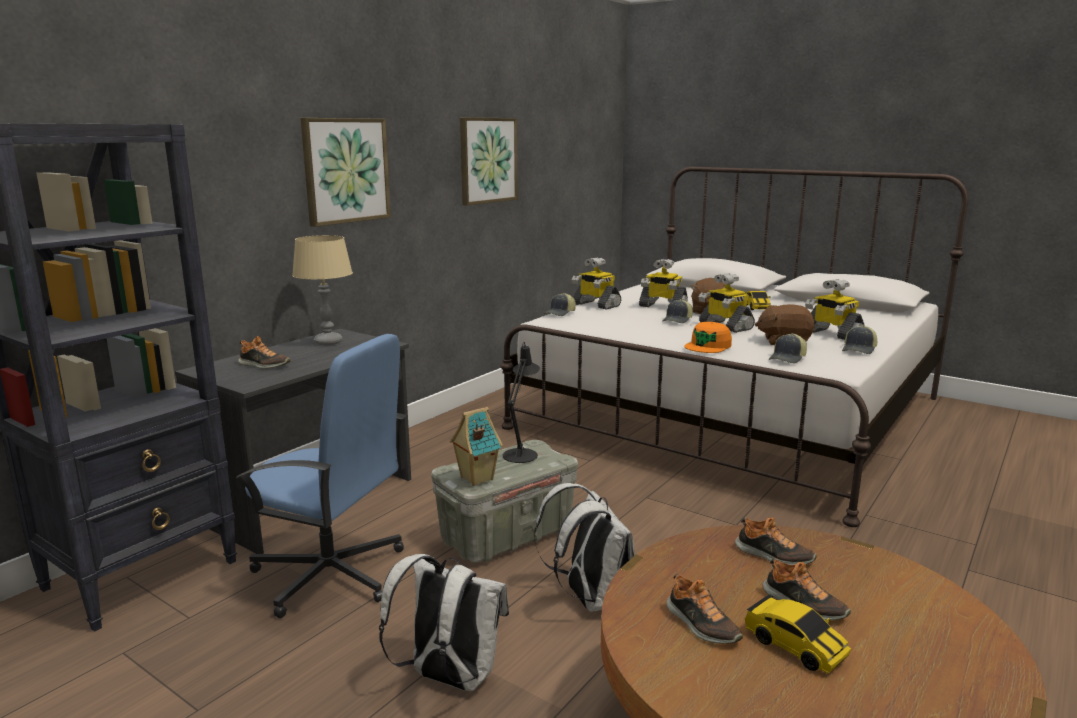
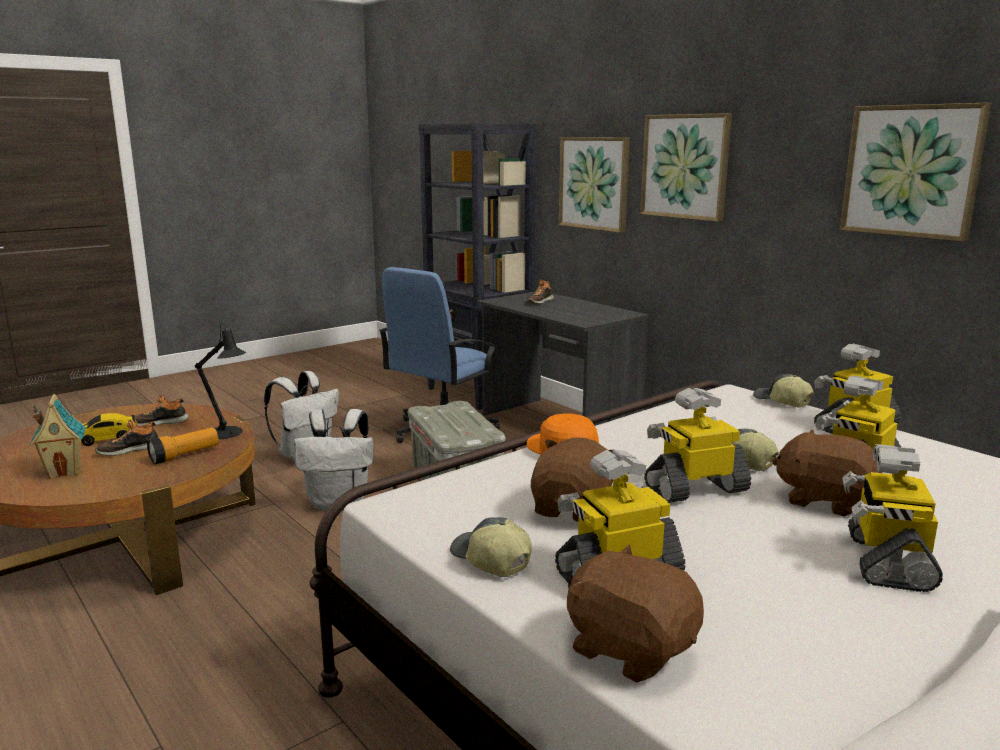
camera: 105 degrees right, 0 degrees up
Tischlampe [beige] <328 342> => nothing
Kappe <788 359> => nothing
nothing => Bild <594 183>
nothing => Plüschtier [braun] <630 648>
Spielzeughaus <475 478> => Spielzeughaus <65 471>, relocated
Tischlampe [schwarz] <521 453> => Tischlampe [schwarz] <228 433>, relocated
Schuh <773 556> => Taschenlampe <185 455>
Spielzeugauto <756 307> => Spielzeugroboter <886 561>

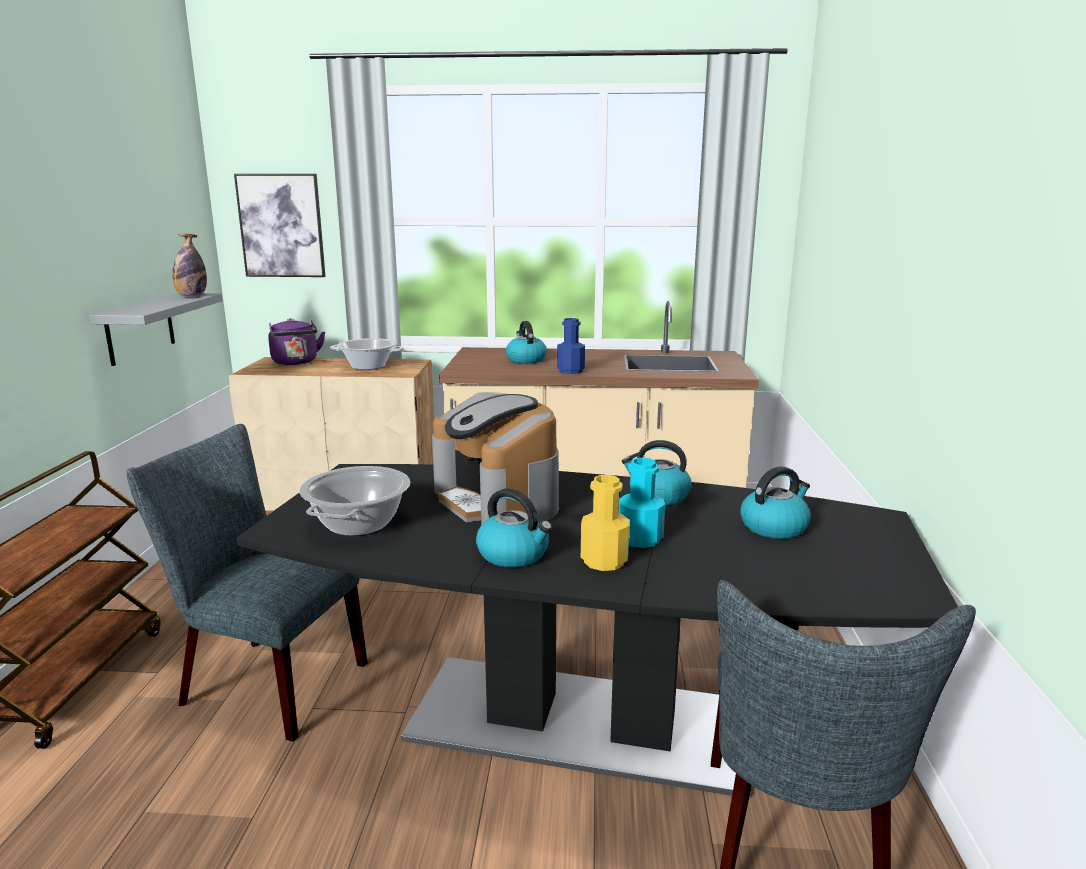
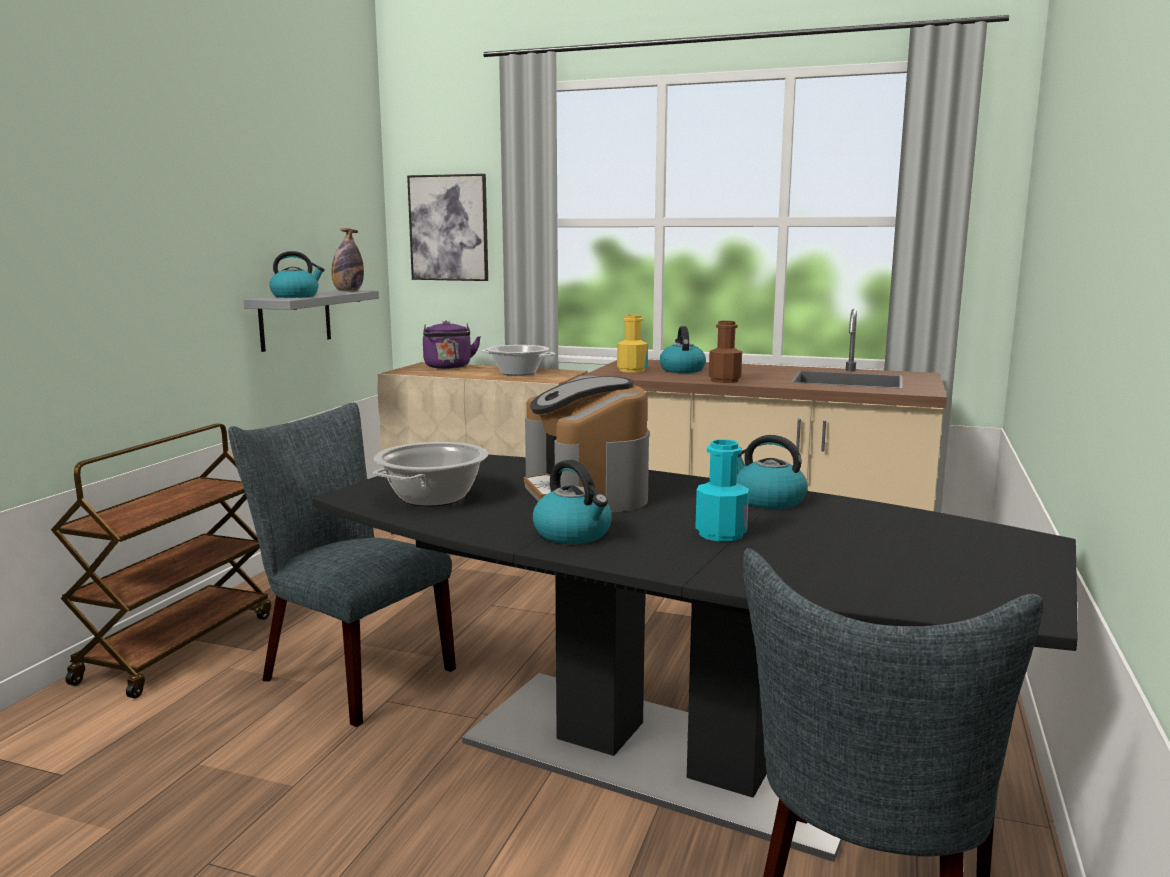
camera: 15 degrees right, 5 degrees down
Flasche [gelb] <604 561> => Flasche [gelb] <632 370>, relocated
Wasserkessel <774 527> => Wasserkessel <296 296>, relocated
Flasche [blau] <570 371> => Flasche [braun] <724 380>

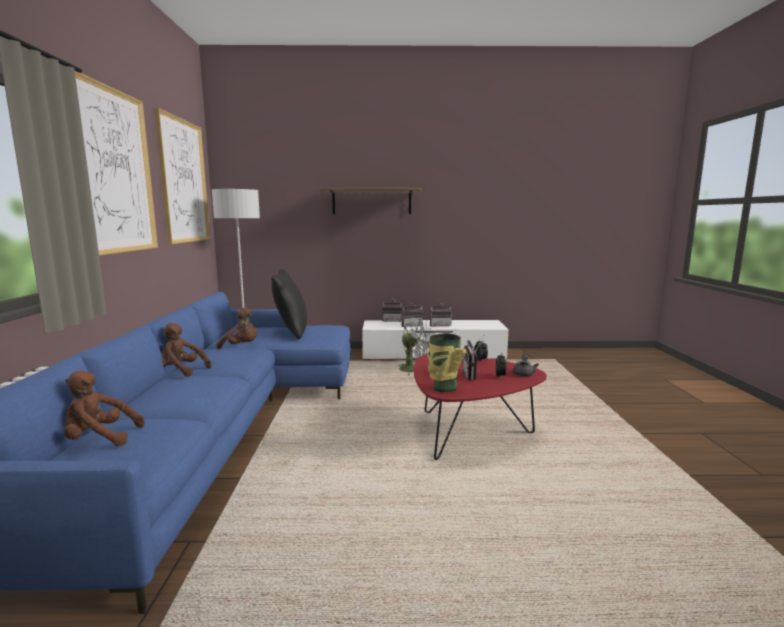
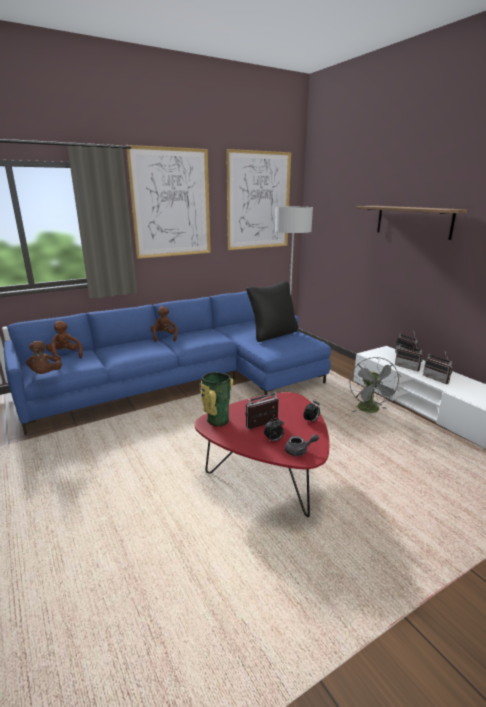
camera: 60 degrees right, 10 degrees up
Plüschtier [braun] <241 346> => Plüschtier [braun] <45 375>, relocated

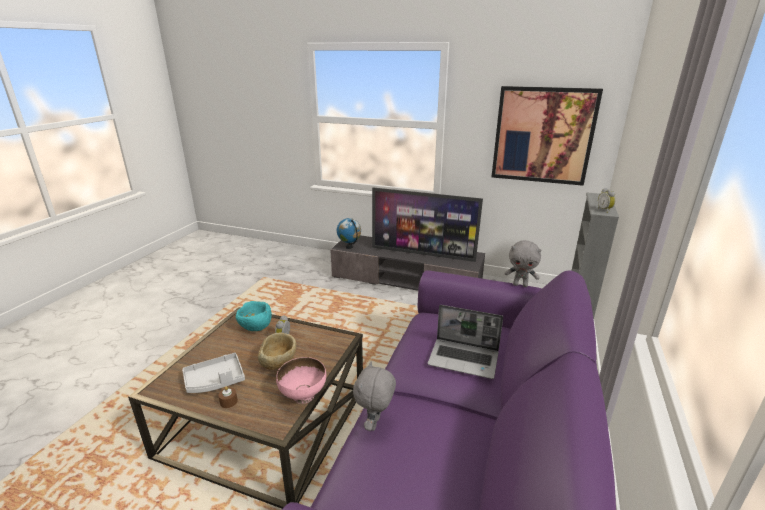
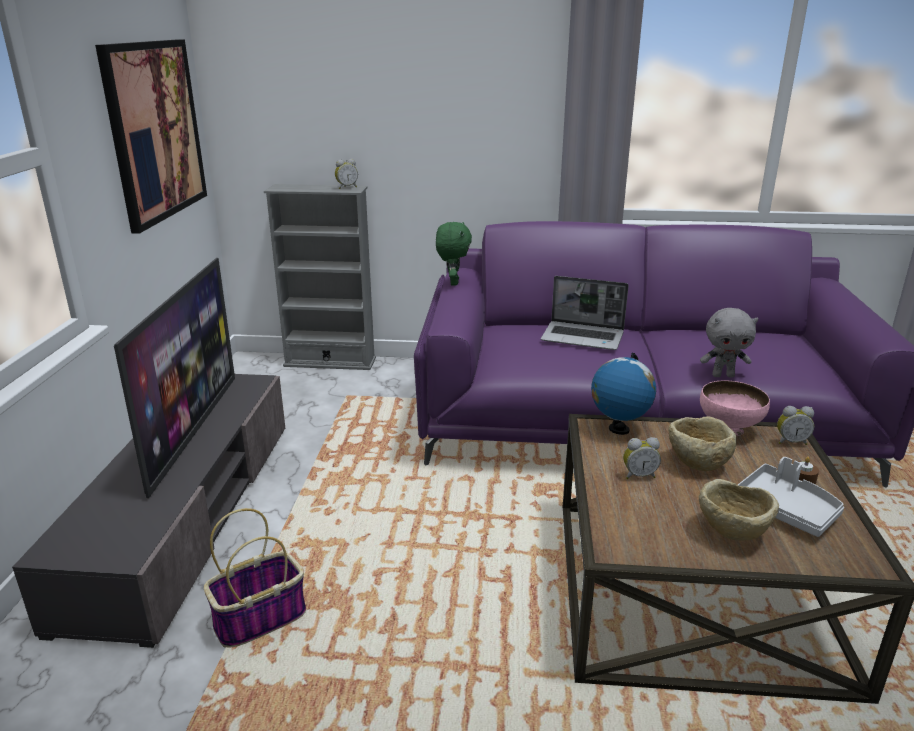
camera: 105 degrees left, 0 degrees up
Schüssel [türkis] <255 328> => nothing
nothing => Korb <261 618>
nothing => Schüssel [beige] <731 534>
nothing => Wecker <790 441>
Globus <349 247> => Globus <618 429>, relocated
Plüschtier [grau] <520 285> => Plüschtier [grün] <453 282>
Laptop <464 359> => Laptop <583 337>, 105 degrees clockwise

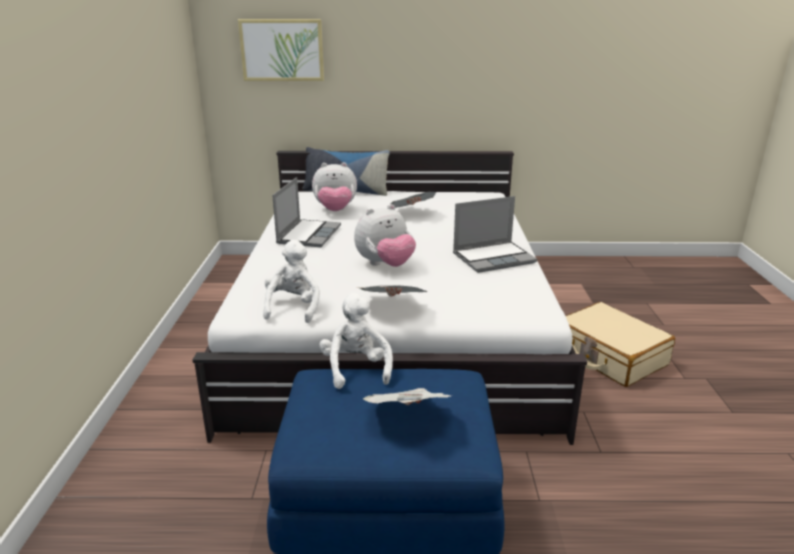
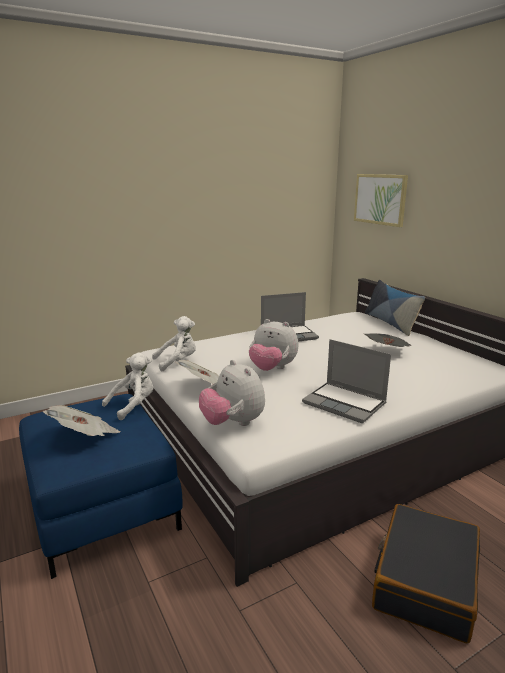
camera: 60 degrees right, 5 degrees down
Plüschtier <335 211> => Plüschtier <233 423>, relocated
Koffer [beige] <609 356> => Koffer [schwarz] <424 581>

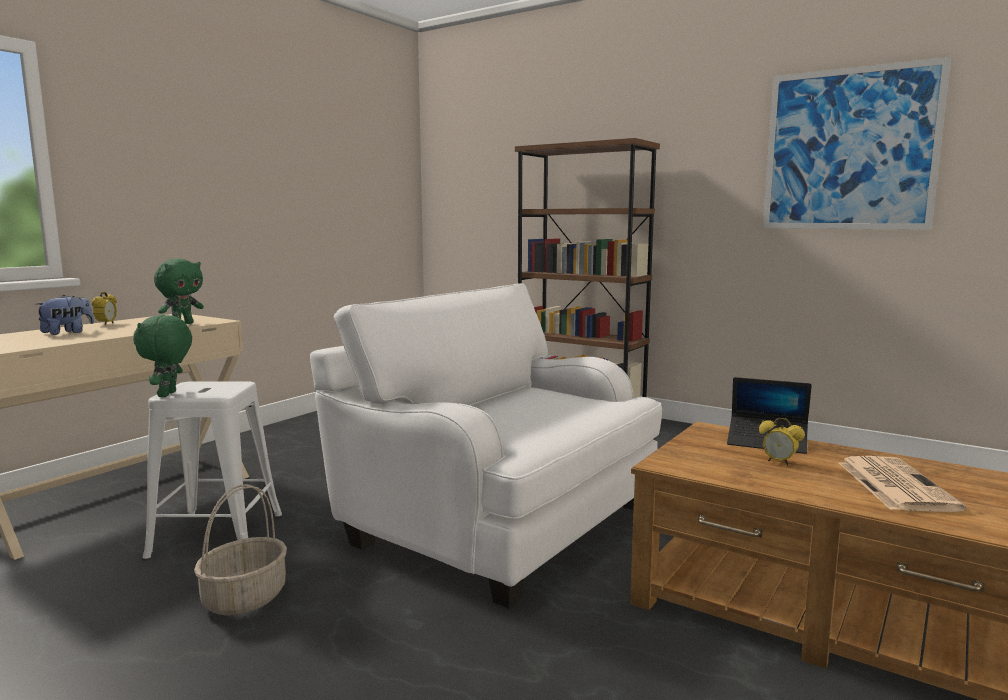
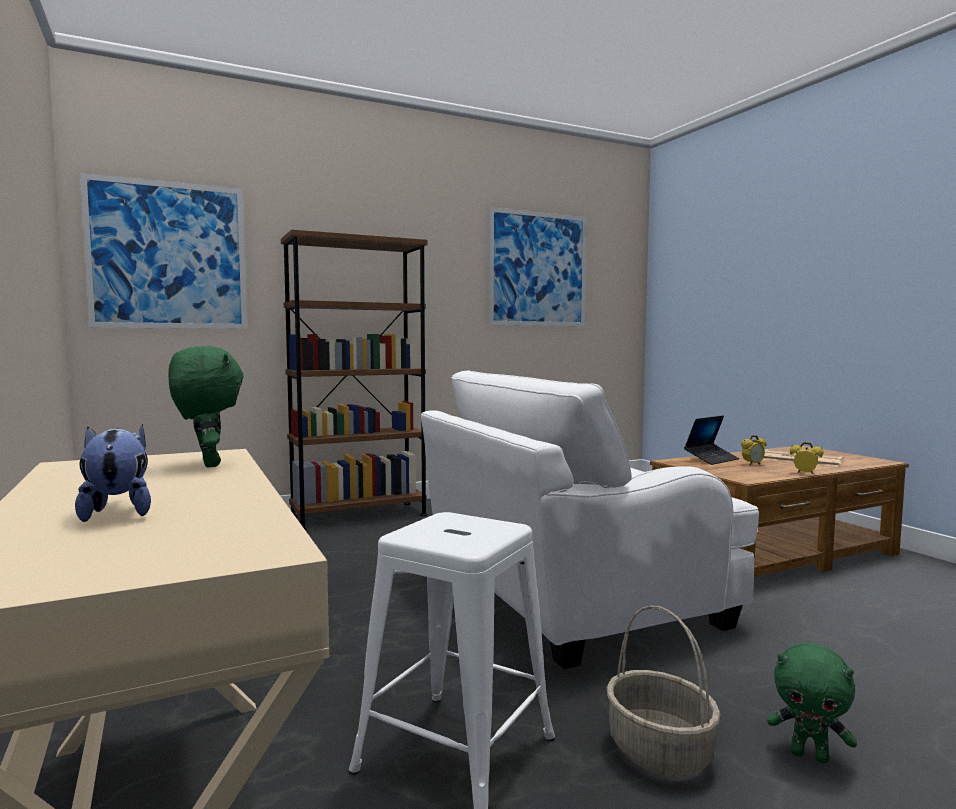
camera: 60 degrees left, 5 degrees down
nothing => Bild <168 255>
Wecker <106 324> => Wecker <805 473>, relocated
Plüschtier [grün] <168 394> => Plüschtier [grün] <810 755>, relocated

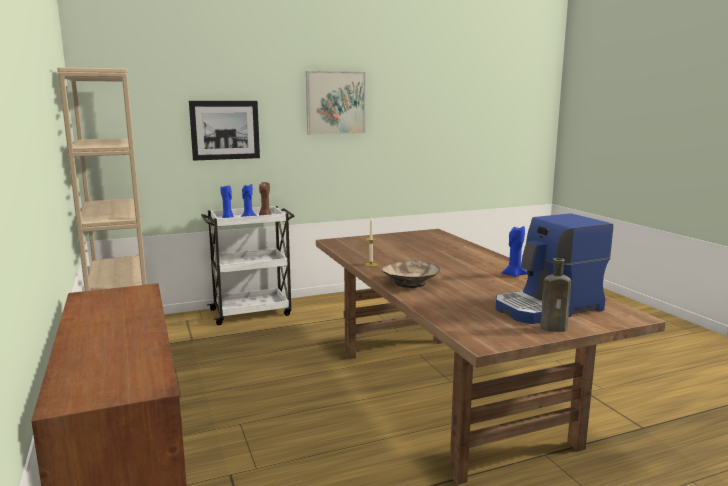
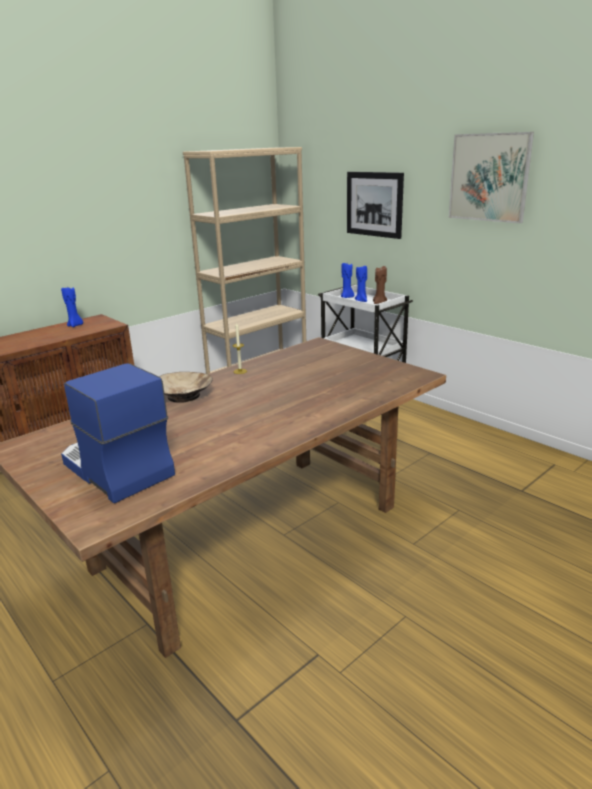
camera: 70 degrees right, 10 degrees up
Flasche [braun] <555 328> => nothing
Kerze [blau] <514 275> => Kerze [blau] <75 325>, relocated

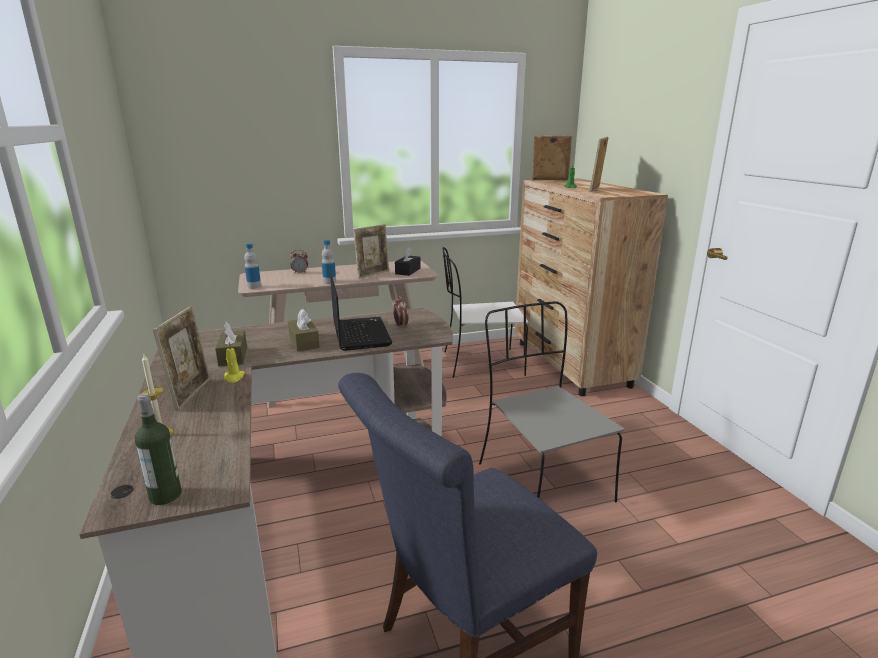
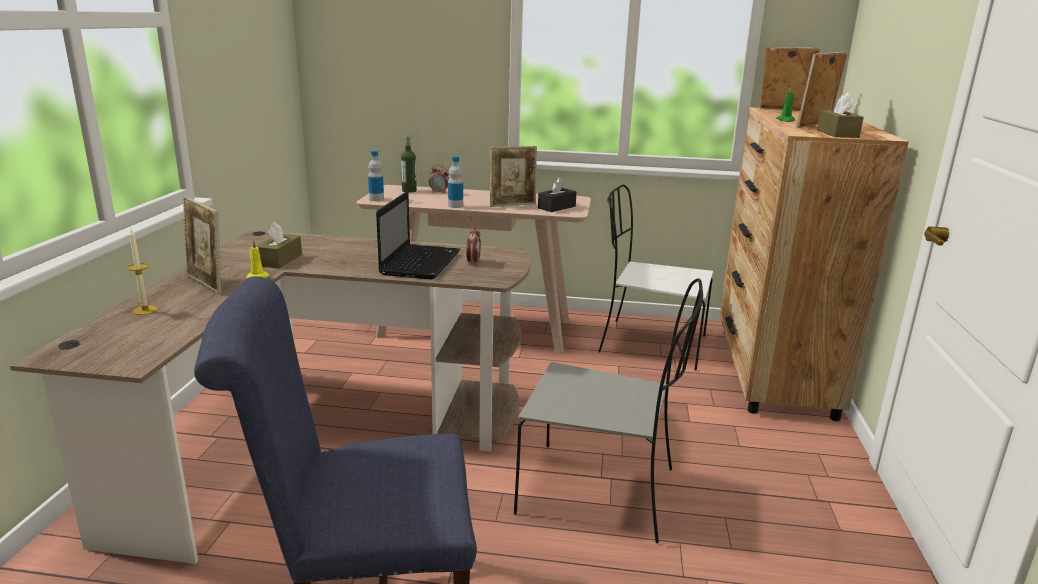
camera: 25 degrees right, 0 degrees up
Flasche <165 495> => Flasche <409 191>, relocated
Taschentuchbox [braun] <304 342> => Taschentuchbox [braun] <837 133>, relocated
Bilderrahmen <191 393> => Bilderrahmen <207 284>, 105 degrees clockwise
Stuhl [grau] <541 480> => Stuhl [grau] <601 492>, 105 degrees clockwise

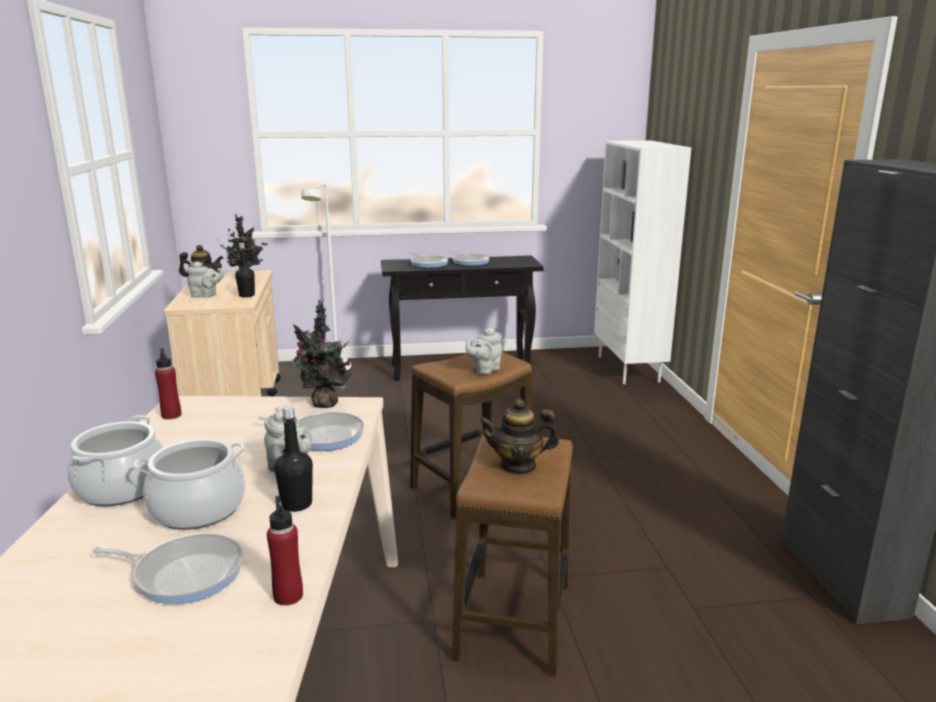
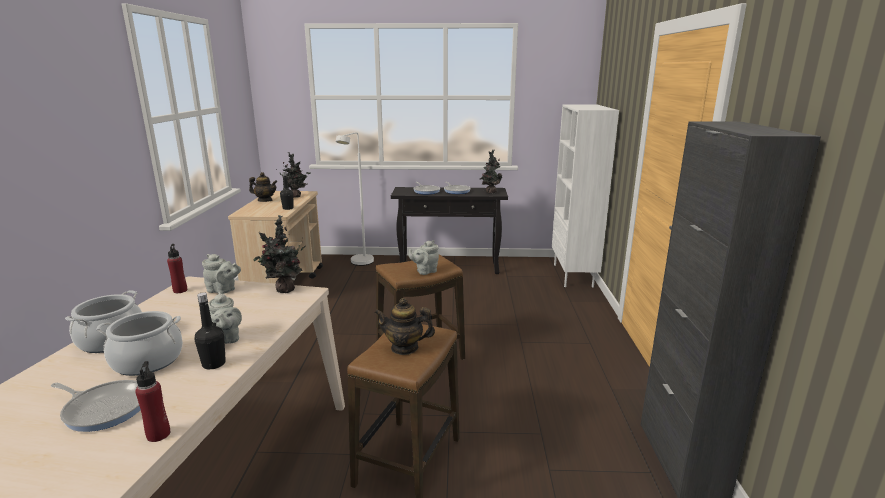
camera: 10 degrees right, 0 degrees up
Pfanne <322 435> => nothing
nothing => Topfpflanze <490 192>
Teekanne [grau] <206 296> => Teekanne [grau] <223 290>, relocated

